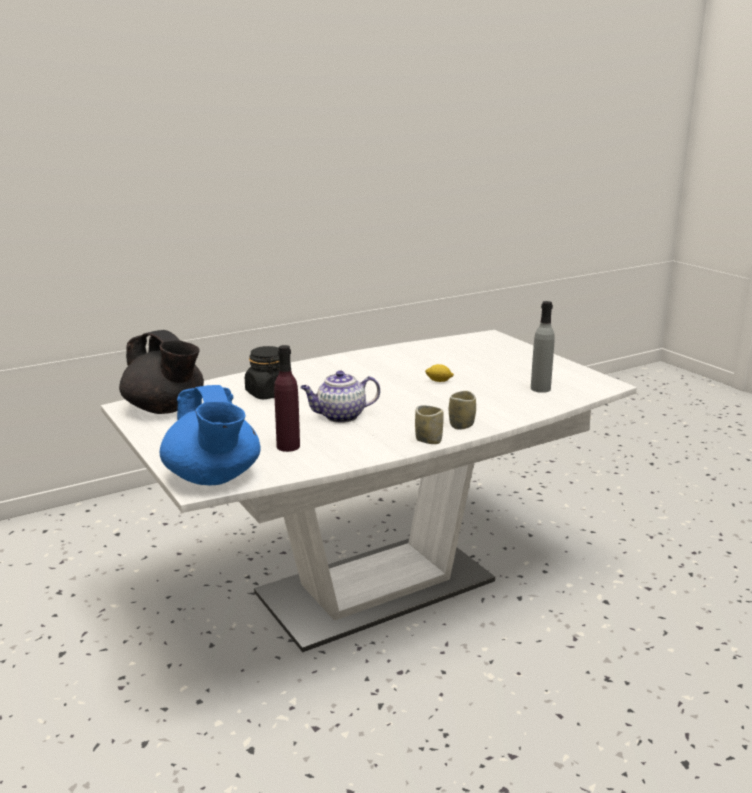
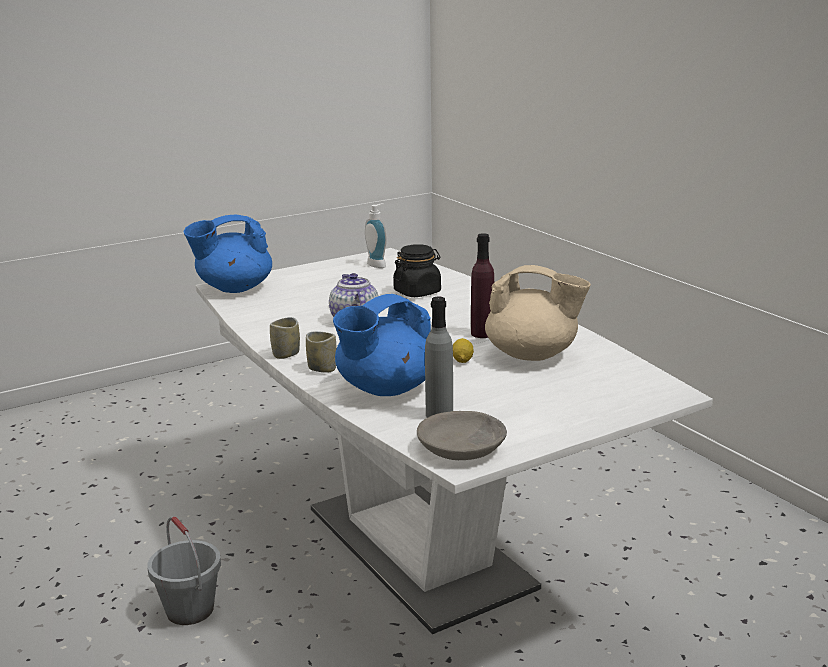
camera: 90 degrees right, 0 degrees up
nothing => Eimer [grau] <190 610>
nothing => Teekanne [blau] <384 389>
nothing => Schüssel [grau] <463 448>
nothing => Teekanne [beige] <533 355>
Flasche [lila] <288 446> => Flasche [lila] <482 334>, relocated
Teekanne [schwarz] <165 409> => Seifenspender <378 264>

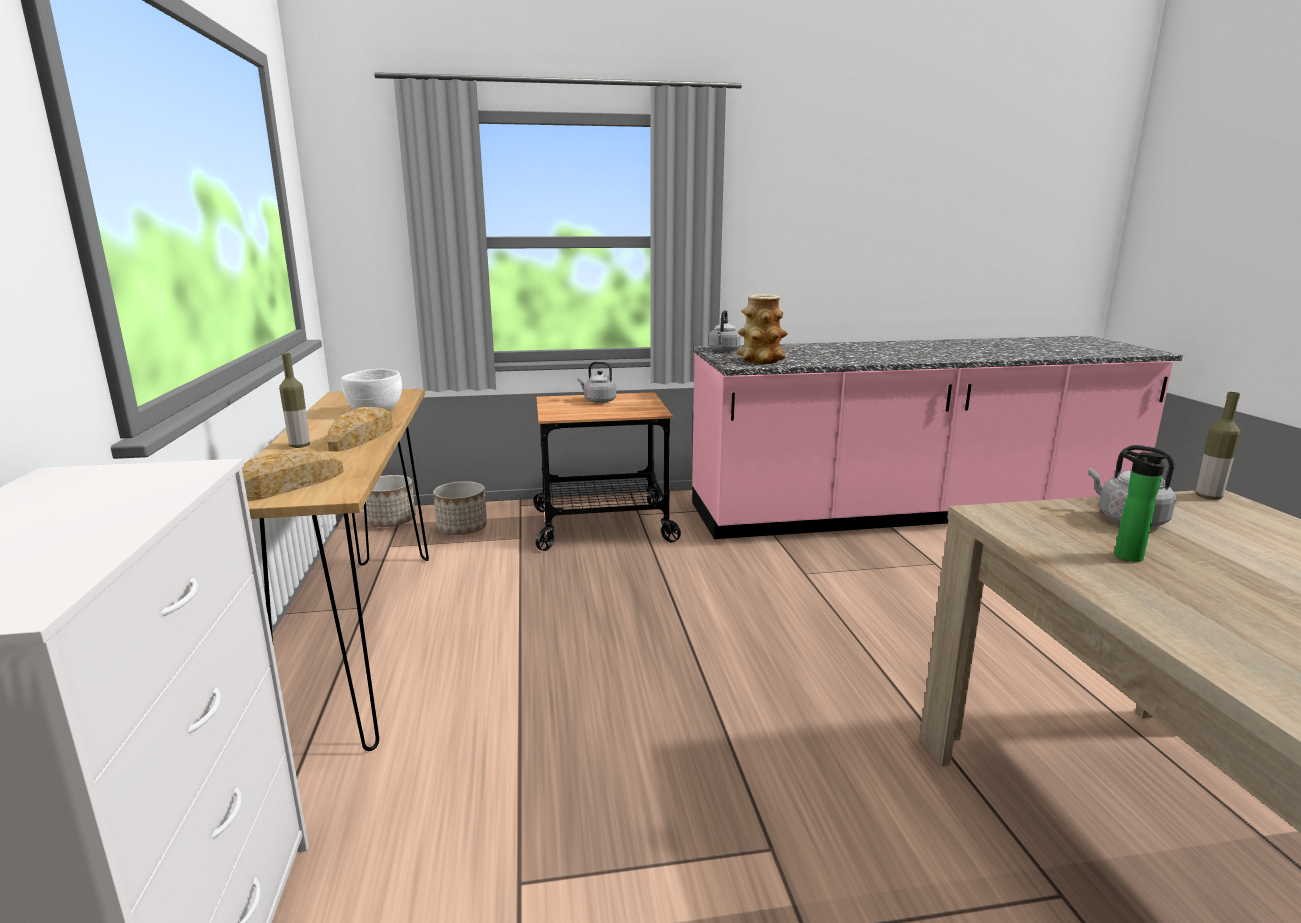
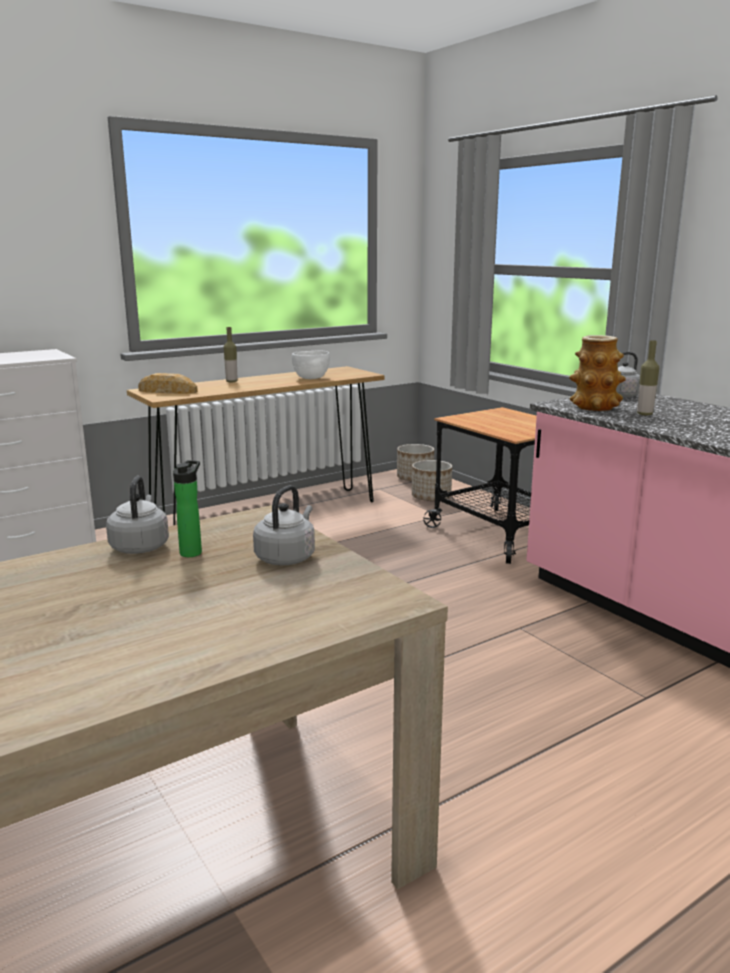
camera: 65 degrees right, 0 degrees up
Brot <361 437> => nothing
Wasserkessel [grau] <598 401> => Wasserkessel [grau] <140 546>, relocated
Flasche <1208 497> => Flasche <644 414>, relocated

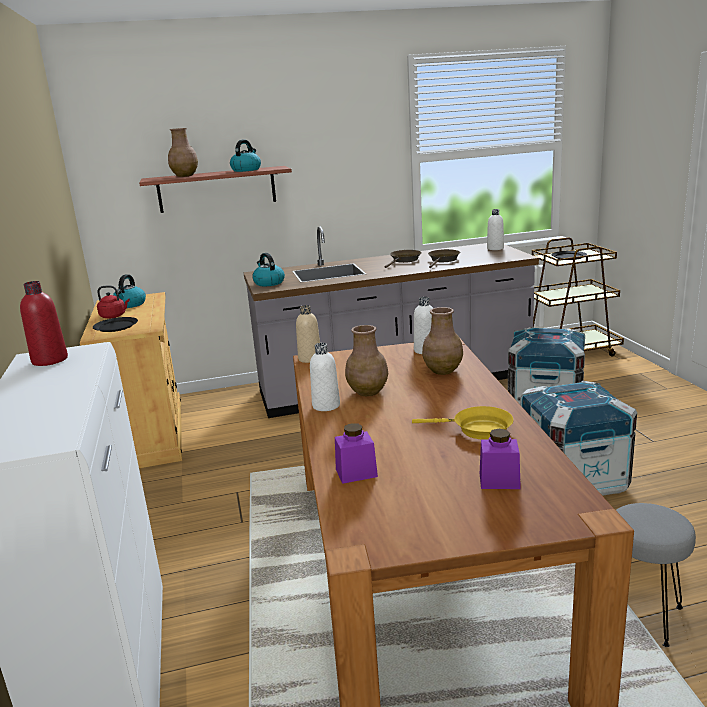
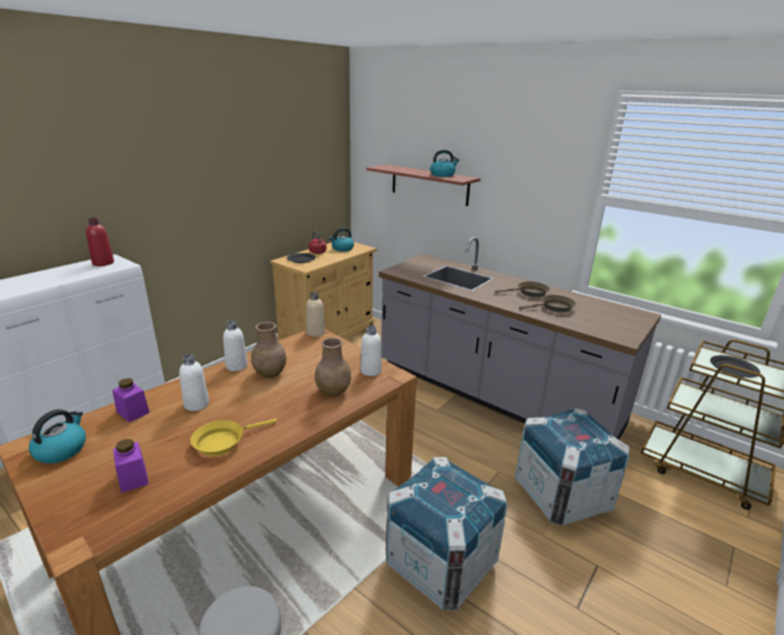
camera: 50 degrees right, 5 degrees up
Vase [braun] <185 176> => nothing
Wasserkessel <268 283> => Wasserkessel <61 449>, relocated
Flasche [weiß] <495 248> => Flasche [weiß] <196 404>, relocated
Pfanne [gelb] <477 429> => Pfanne [gelb] <223 441>, 75 degrees clockwise

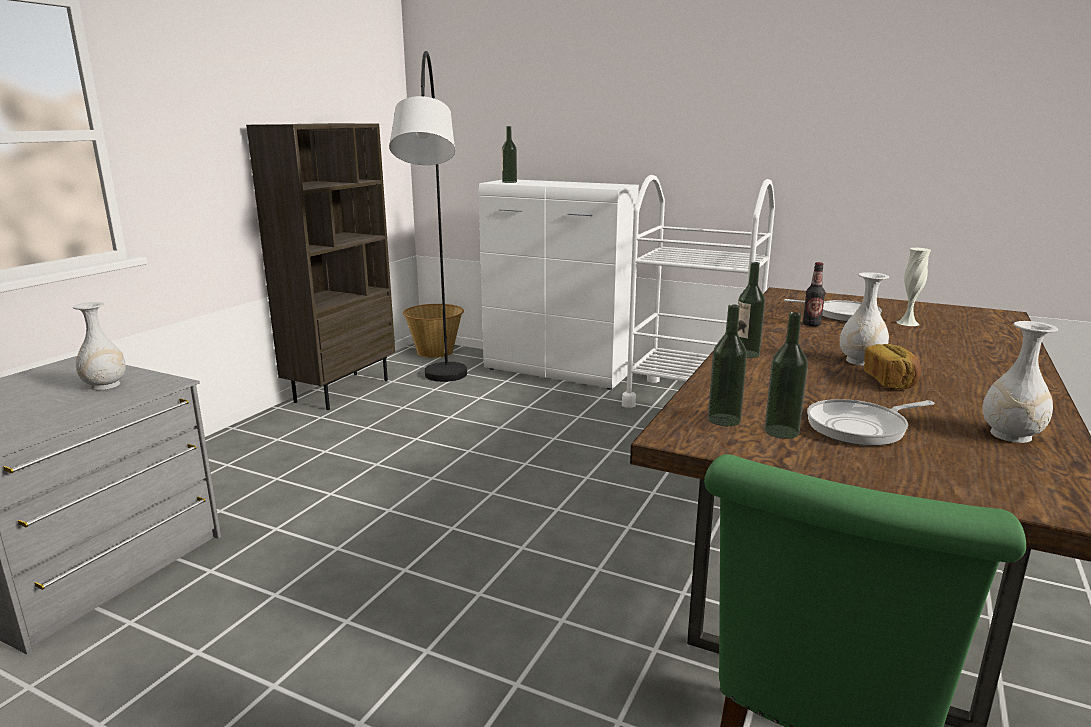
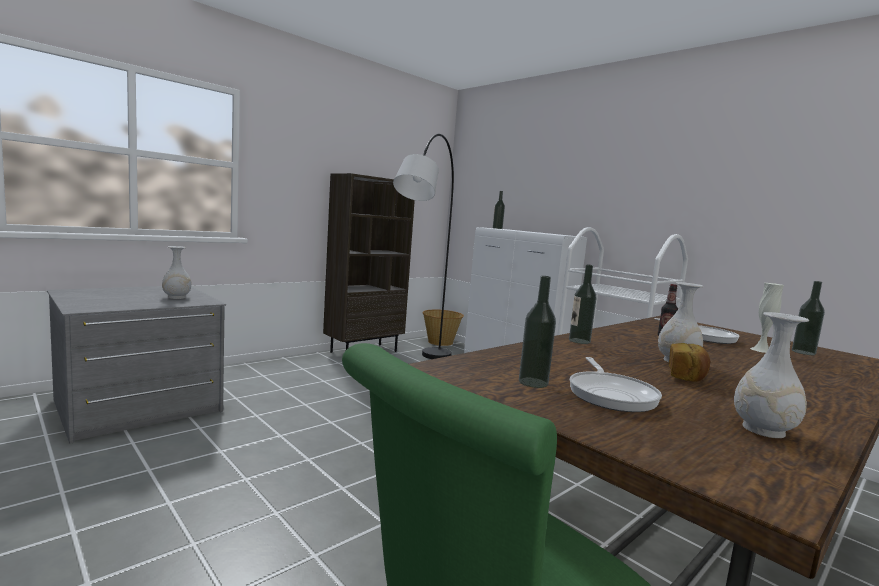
camera: 20 degrees right, 10 degrees down
Flasche <724 420> => Flasche <803 352>, relocated
Pfanne <861 427> => Pfanne <611 395>, 90 degrees counterclockwise

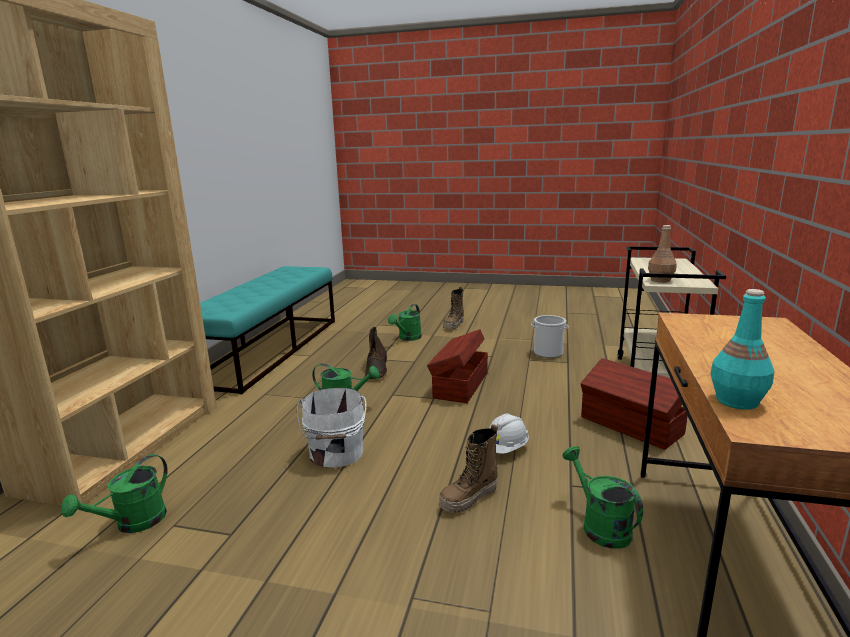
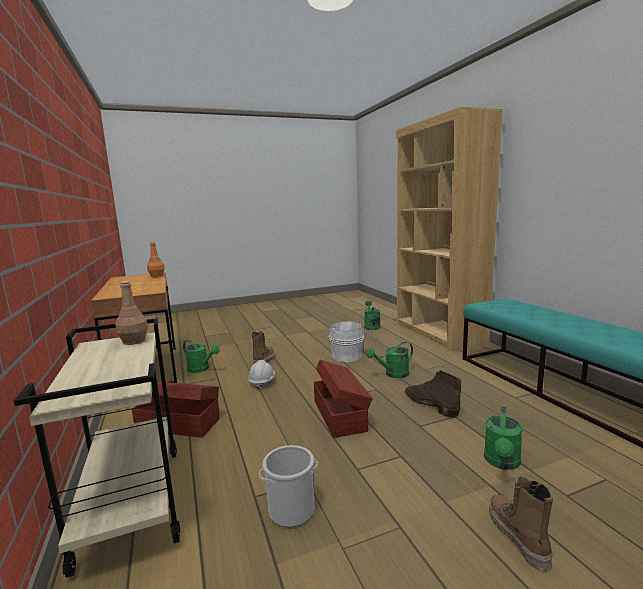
camera: 145 degrees right, 5 degrees down
Flasche [türkis] <736 401> => Flasche [orange] <157 276>
Gießkanne [grün] <407 338> => Gießkanne [grün] <502 462>, 150 degrees counterclockwise

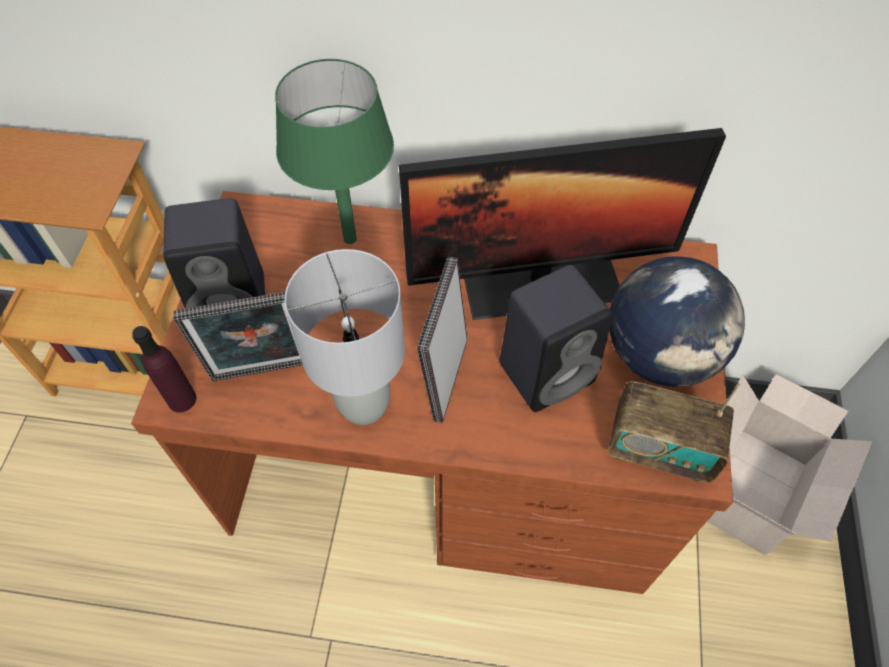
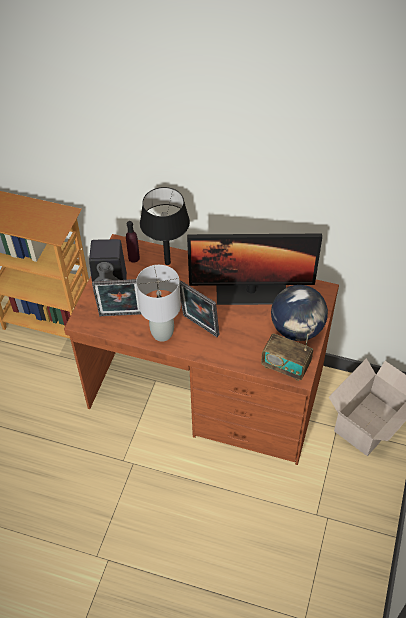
camera: 10 degrees right, 5 degrees down
Lautsprecher [schwarz] <548 371> => nothing
Flasche [lila] <182 399> => Flasche [lila] <134 258>, relocated
Tischlampe [grün] <349 239> => Tischlampe [schwarz] <167 263>
Bilderrahmen <444 377> => Bilderrahmen <199 327>, 75 degrees counterclockwise

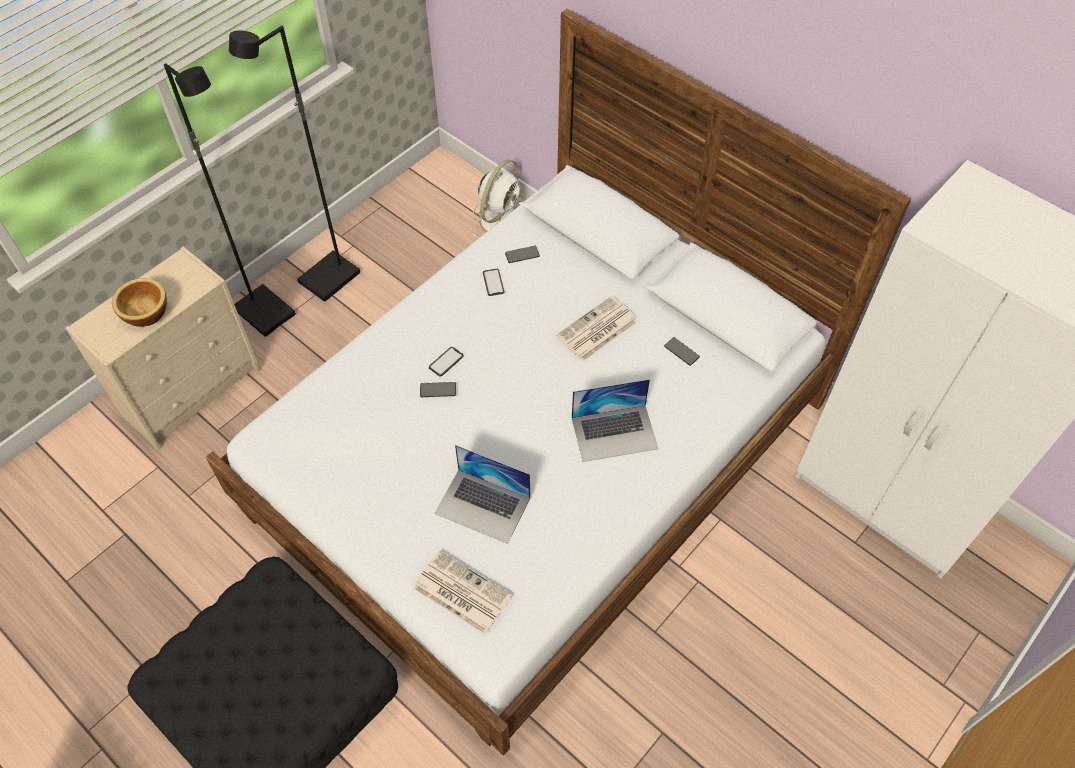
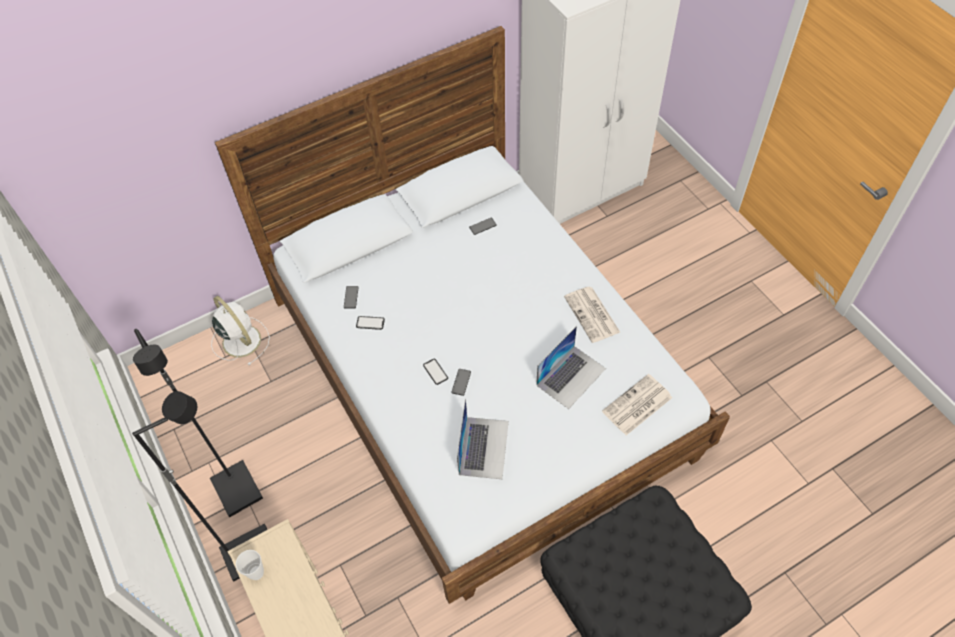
camera: 70 degrees left, 0 degrees up
Schüssel <145 312> => nothing
nothing => Tasse <256 573>
Zeitung <596 330> => Zeitung <592 315>, relocated
Laptop <614 433> => Laptop <483 447>, relocated

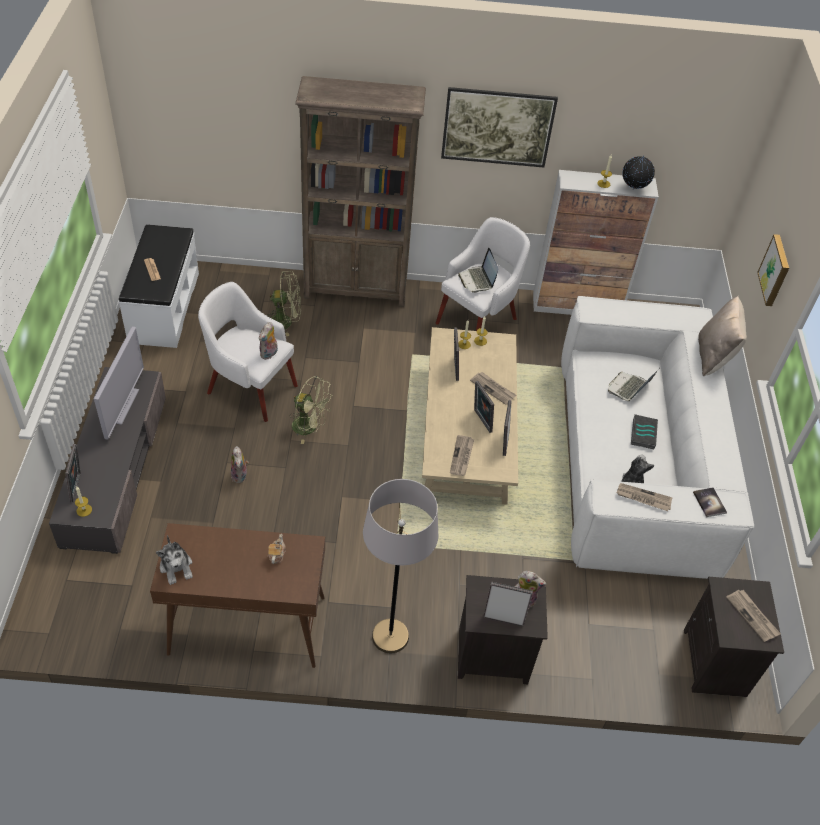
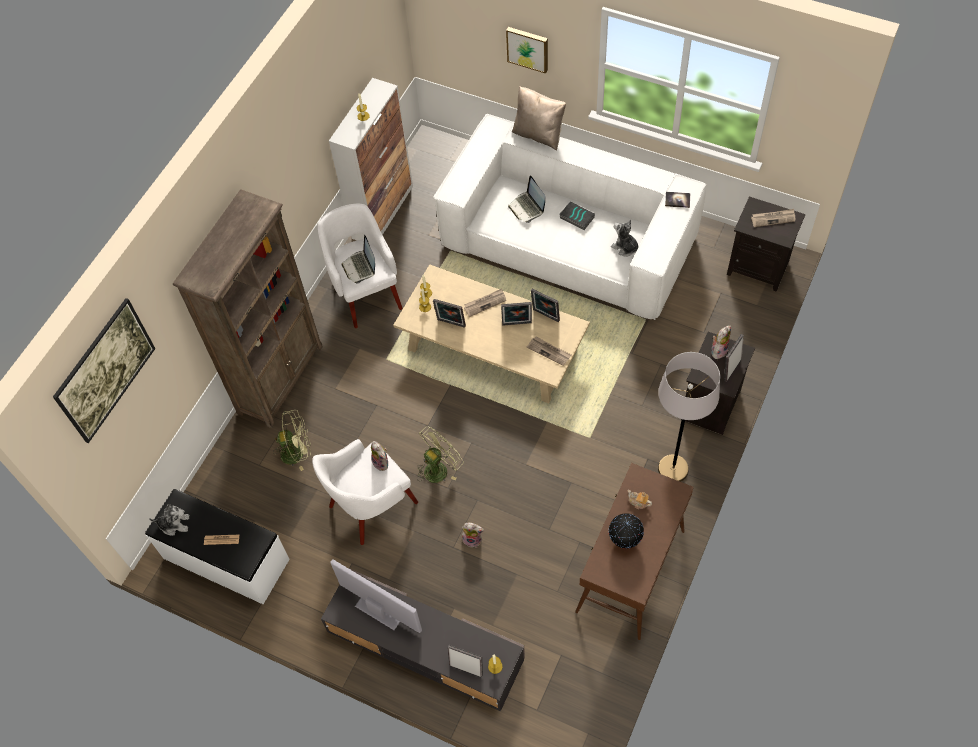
camera: 60 degrees left, 10 degrees up
Zeitung <643 498> => nothing
Plüschtier <176 567> => Plüschtier <174 523>, relocated
Bild <495 144> => Bild <112 382>, relocated
Globus <633 189> => Globus <624 539>, relocated
Ventilator [grün] <286 322> => Ventilator [grün] <297 452>, 60 degrees clockwise
Laptop <477 280> => Laptop <360 267>, 60 degrees clockwise

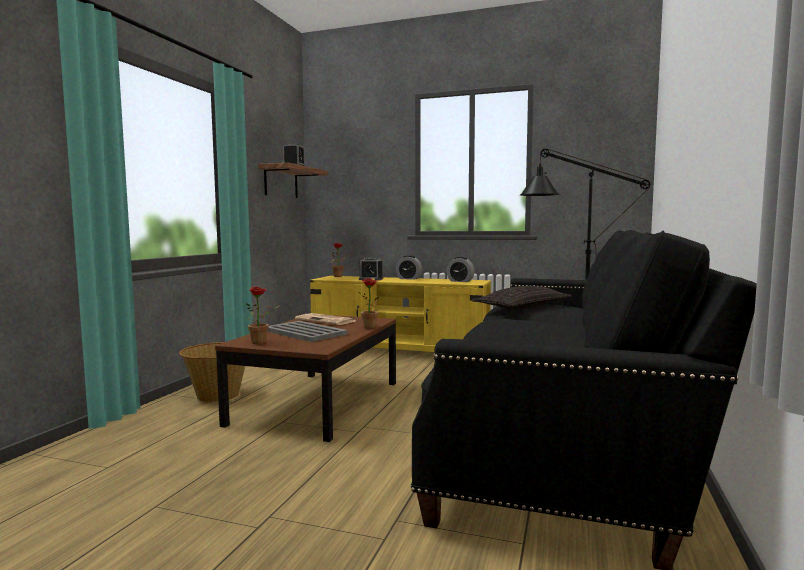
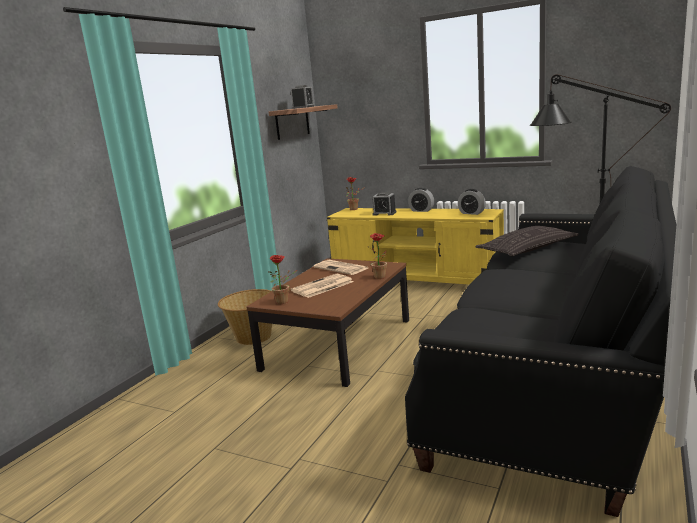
camera: 10 degrees right, 10 degrees up
Tablett [grau] <305 332> => Zeitung <322 287>

